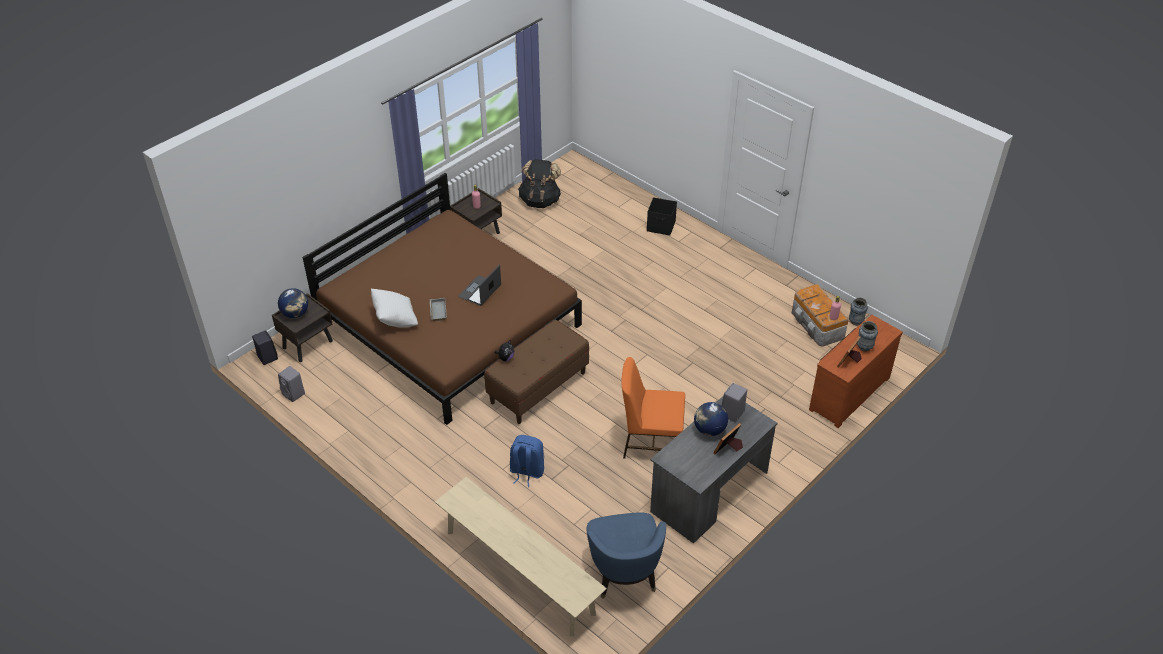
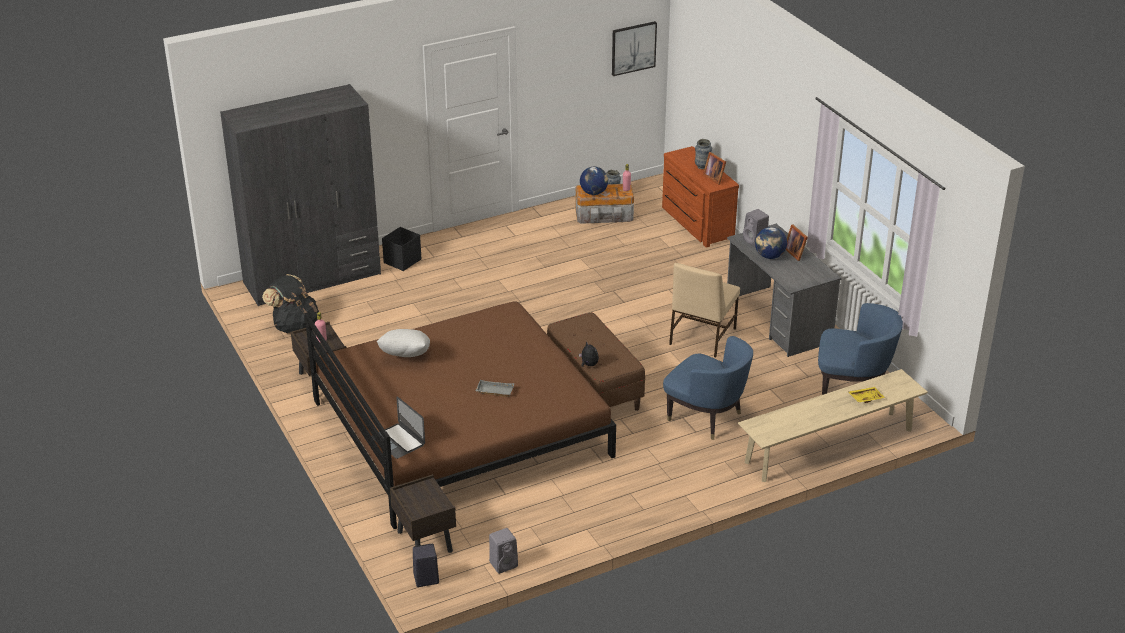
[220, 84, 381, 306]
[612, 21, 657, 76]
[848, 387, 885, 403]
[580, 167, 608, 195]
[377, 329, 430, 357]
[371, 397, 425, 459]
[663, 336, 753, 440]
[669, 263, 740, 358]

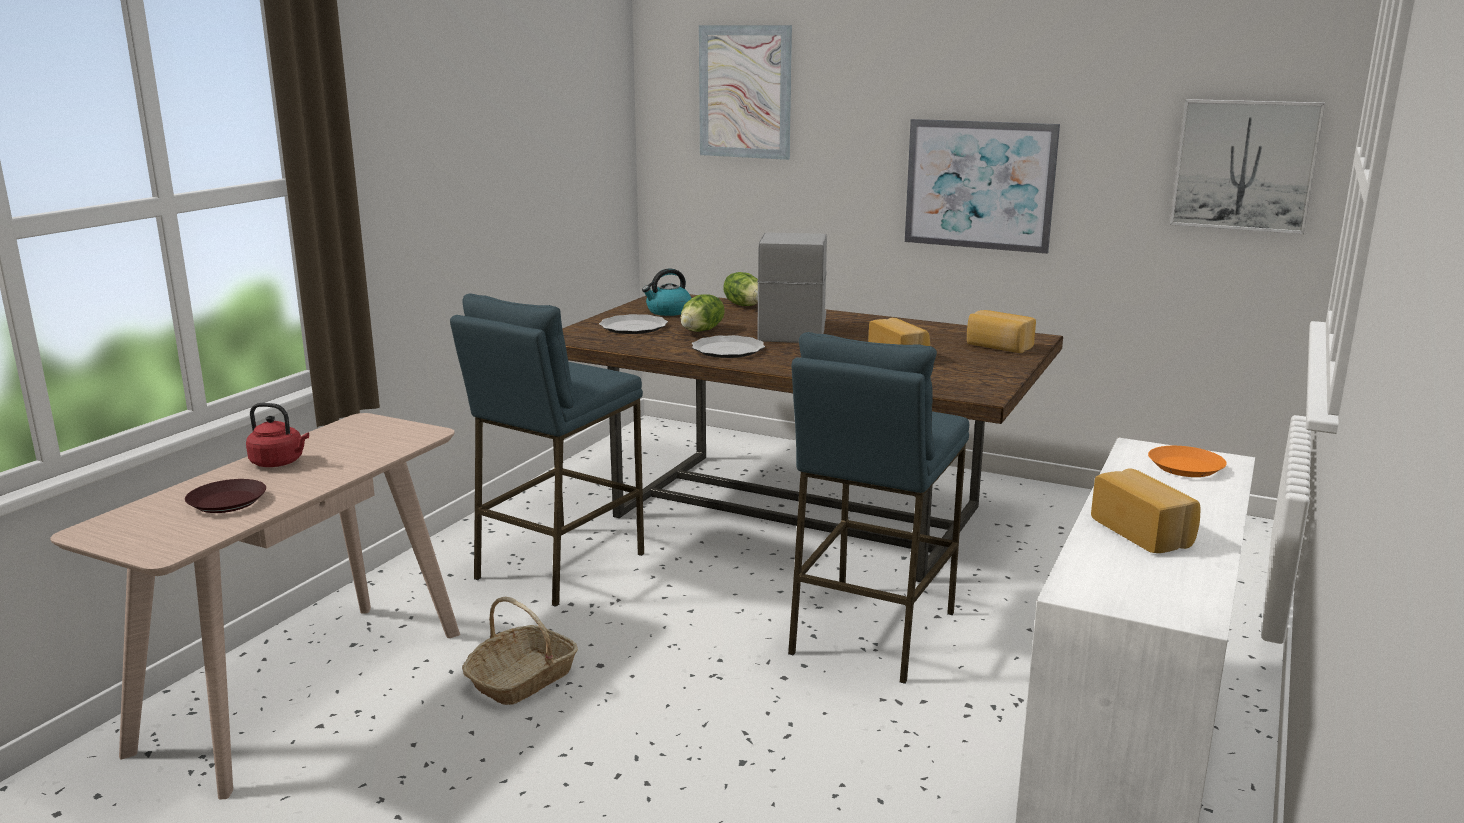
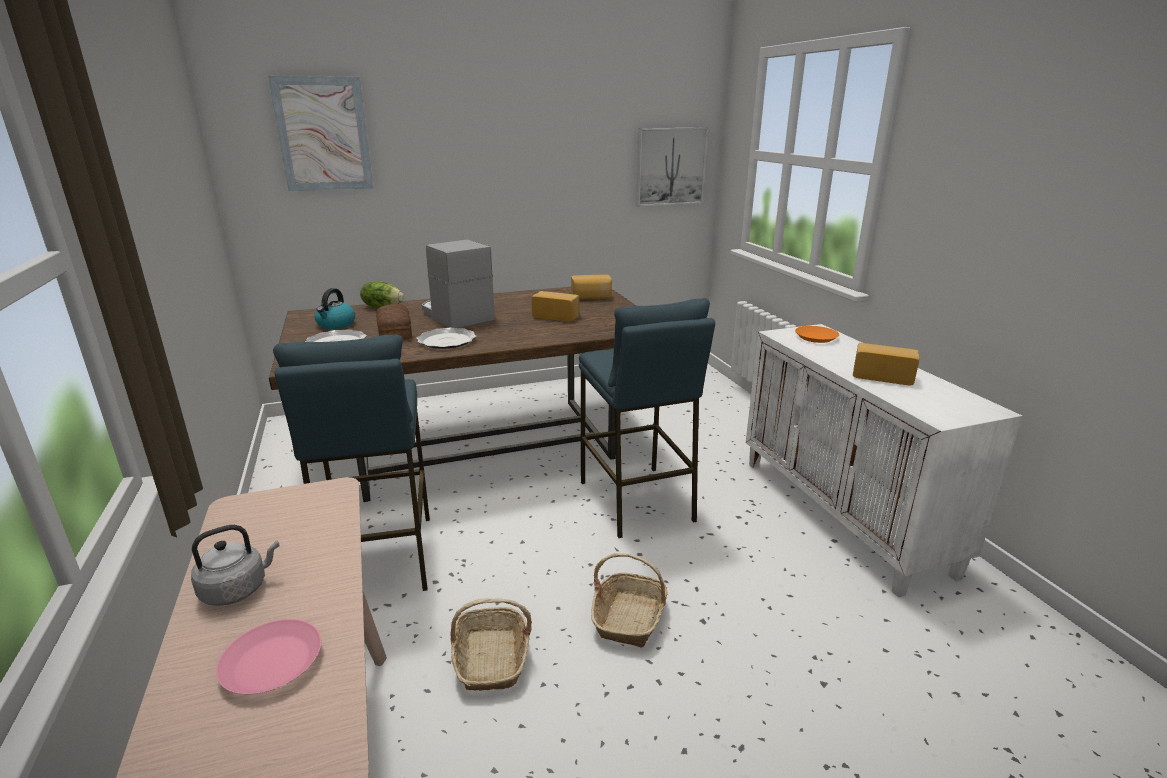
[905, 119, 1060, 254] (first image)
[591, 553, 668, 647]
[376, 304, 412, 340]
[216, 619, 321, 694]
[191, 525, 280, 606]

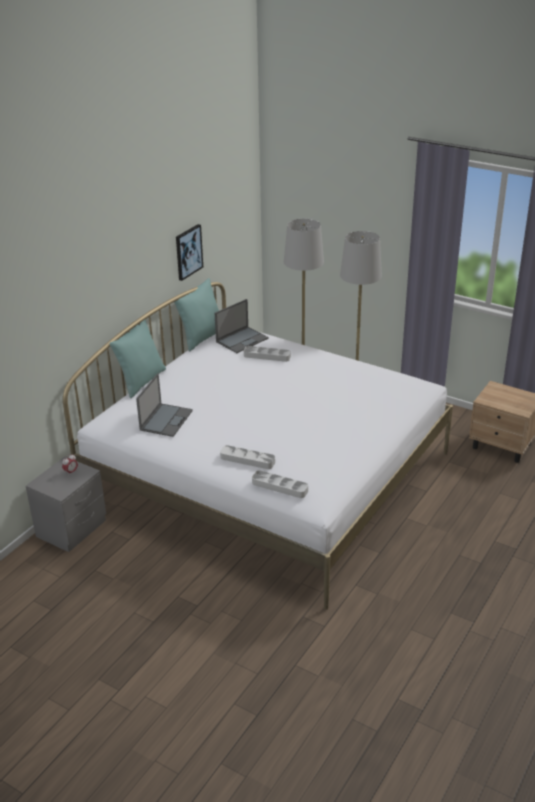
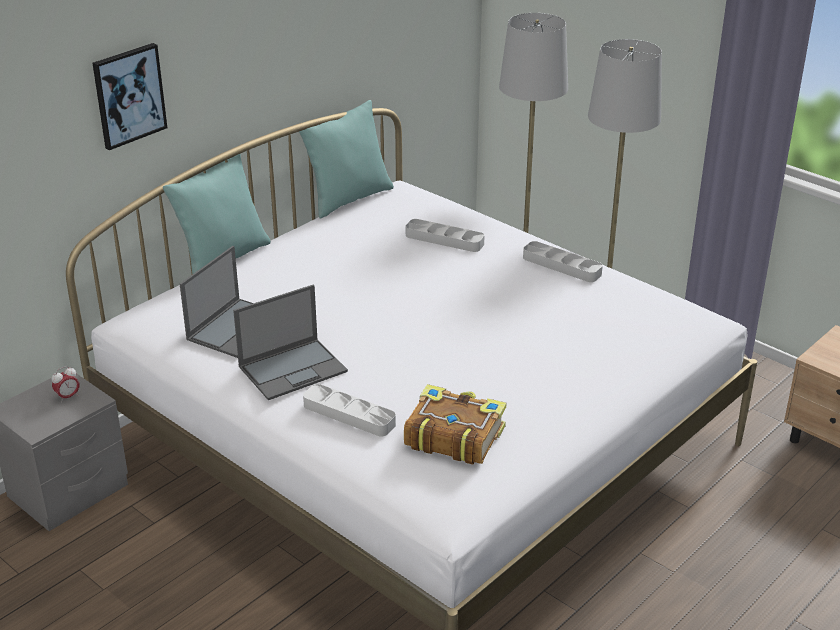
[404, 384, 506, 465]
[92, 43, 167, 150]
[233, 284, 348, 400]
[523, 241, 603, 282]

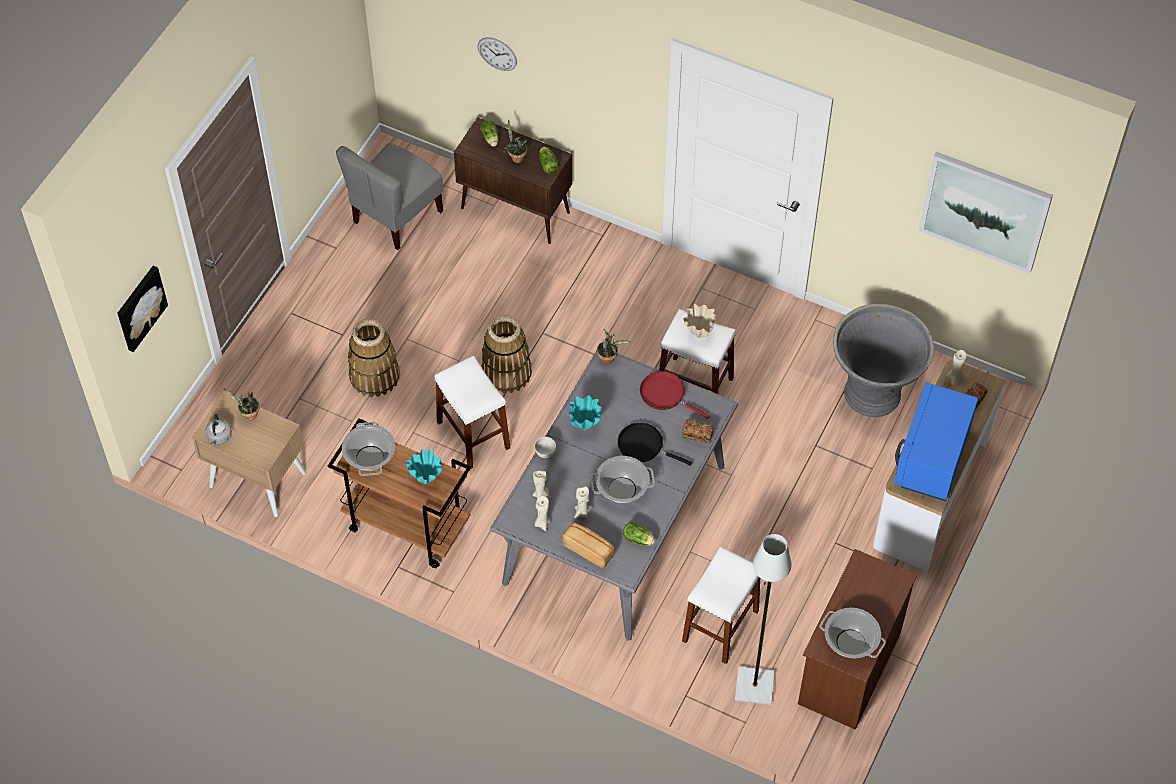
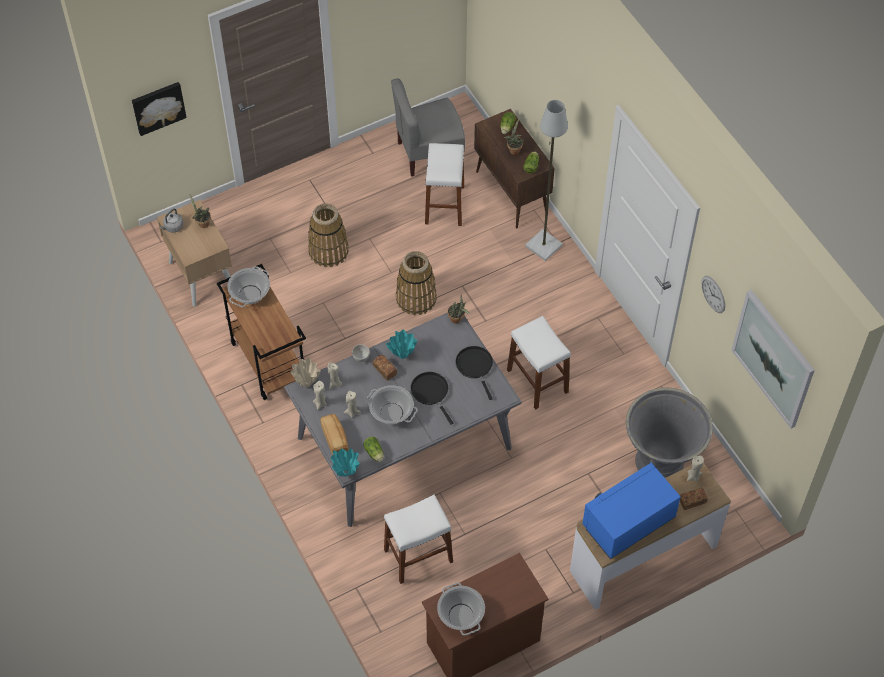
[331, 448, 359, 477]
[425, 143, 464, 226]
[701, 276, 725, 313]
[372, 355, 397, 381]
[290, 358, 321, 388]
[525, 100, 568, 261]
[456, 346, 493, 400]

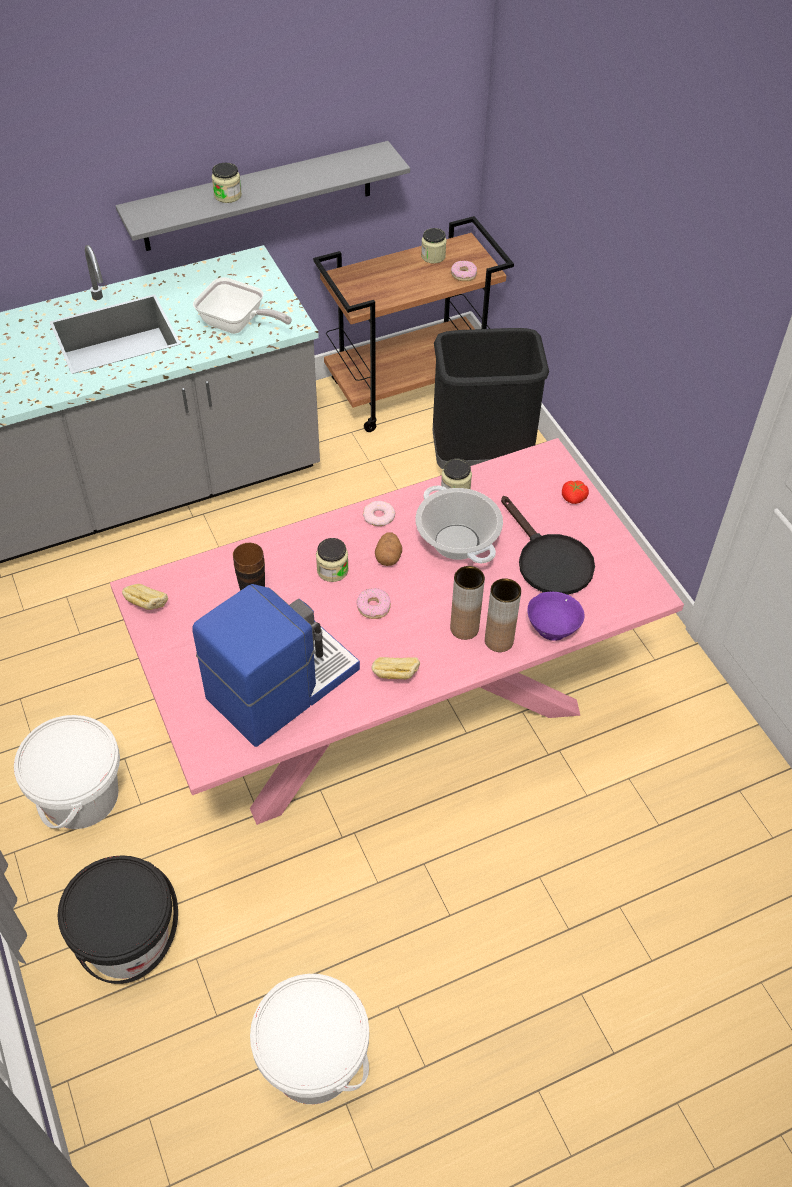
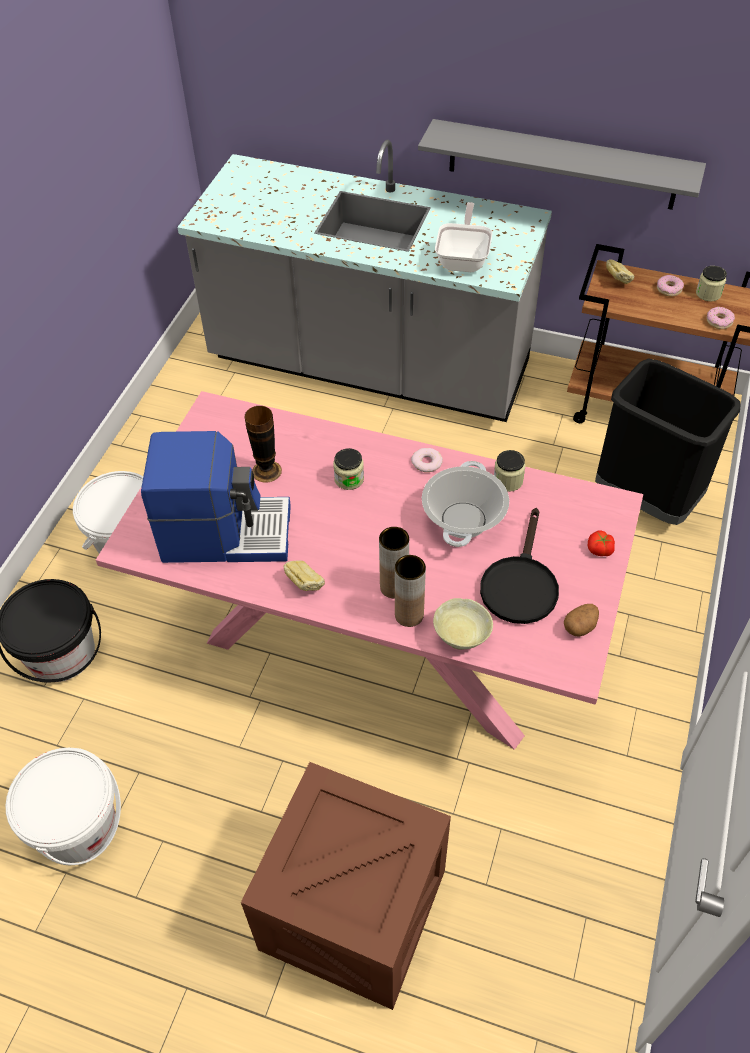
[212, 163, 242, 203] (first image)
[241, 762, 451, 1010]
[606, 259, 634, 284]
[657, 275, 684, 297]
[564, 604, 599, 637]
[433, 598, 493, 650]
[435, 202, 492, 272]

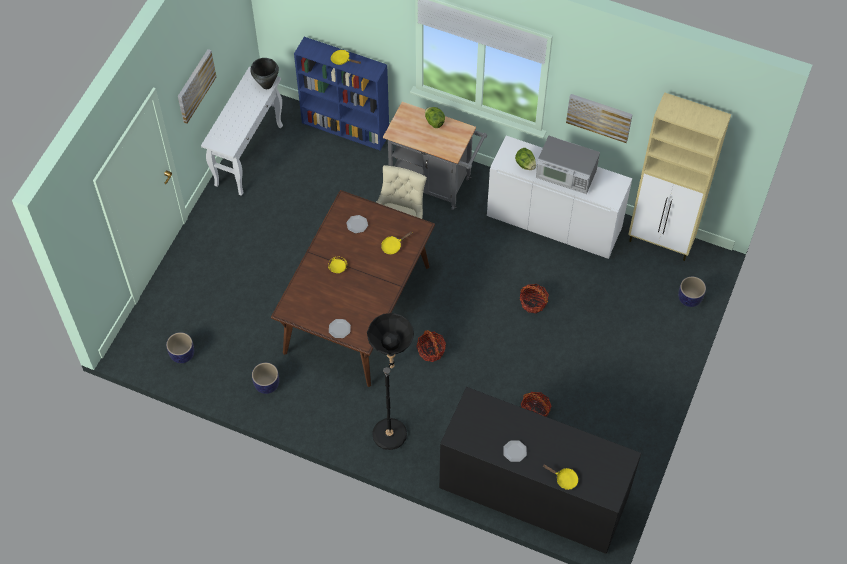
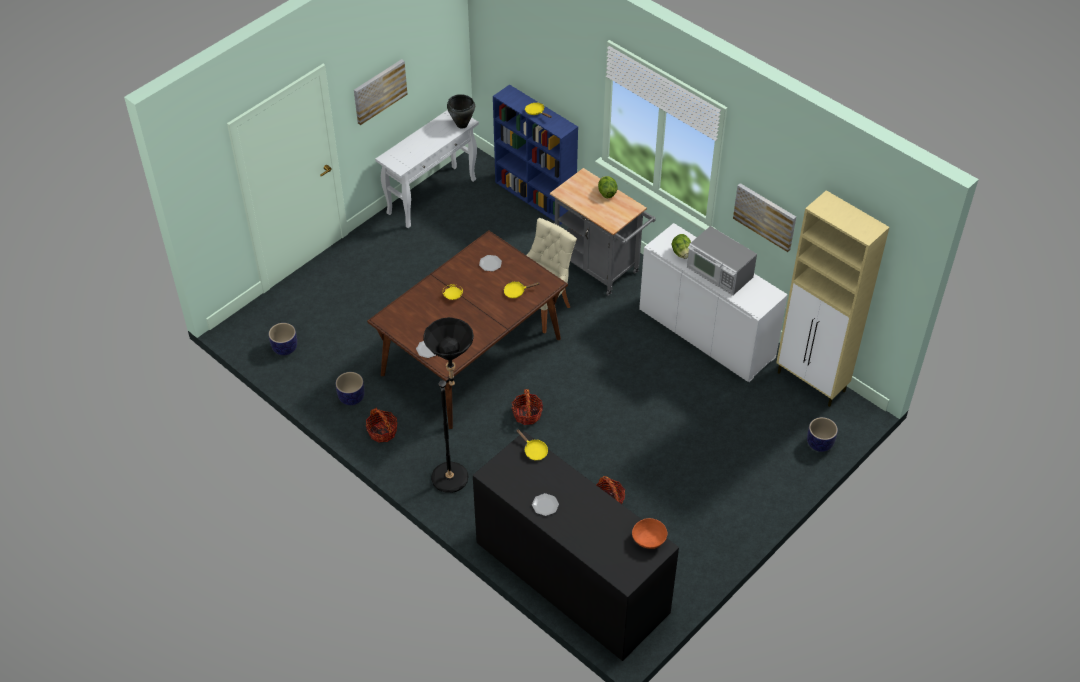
[632, 518, 667, 549]
[366, 408, 397, 443]
[517, 429, 548, 461]

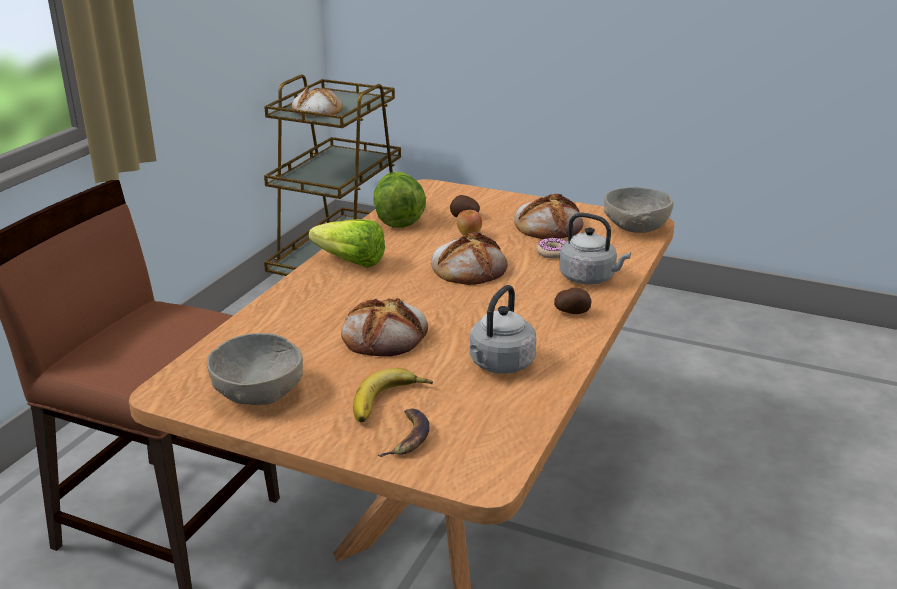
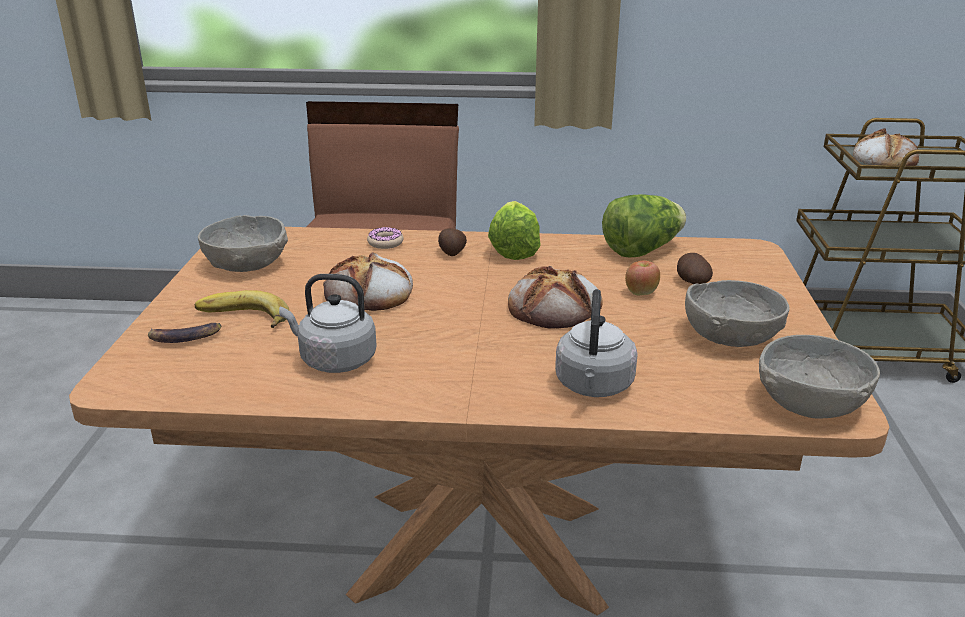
[367, 227, 404, 249]
[438, 228, 467, 256]
[685, 280, 790, 347]

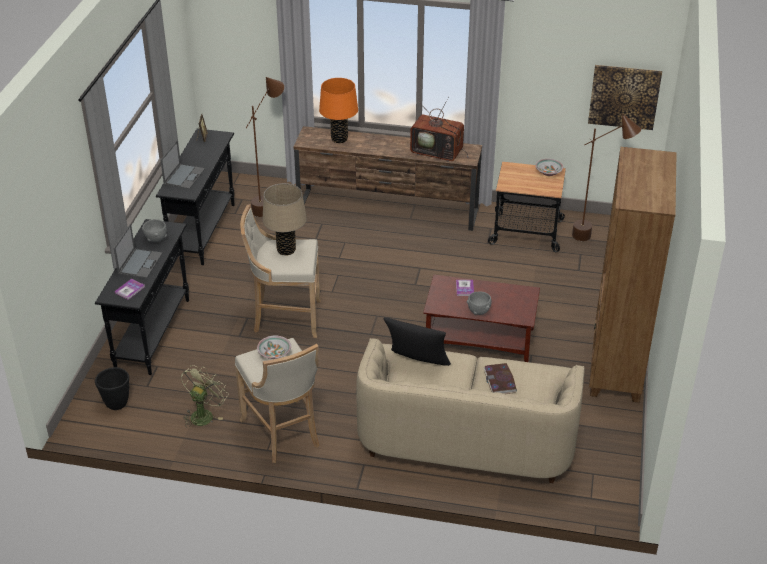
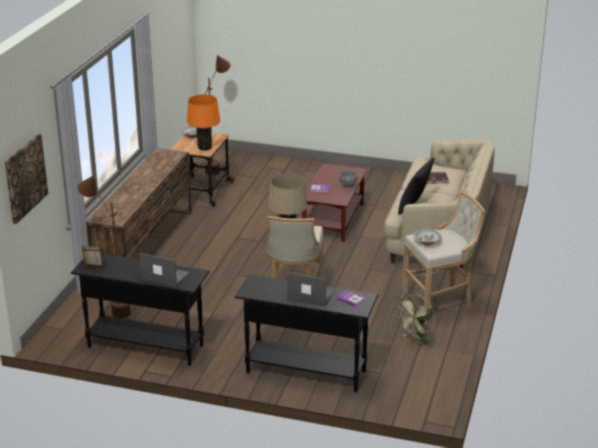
[95, 367, 129, 410] (first image)
[142, 219, 167, 242] (first image)
[410, 98, 469, 162] (first image)
[589, 147, 677, 403] (first image)
[187, 94, 220, 151]
[4, 134, 48, 224]
[396, 294, 436, 347]

